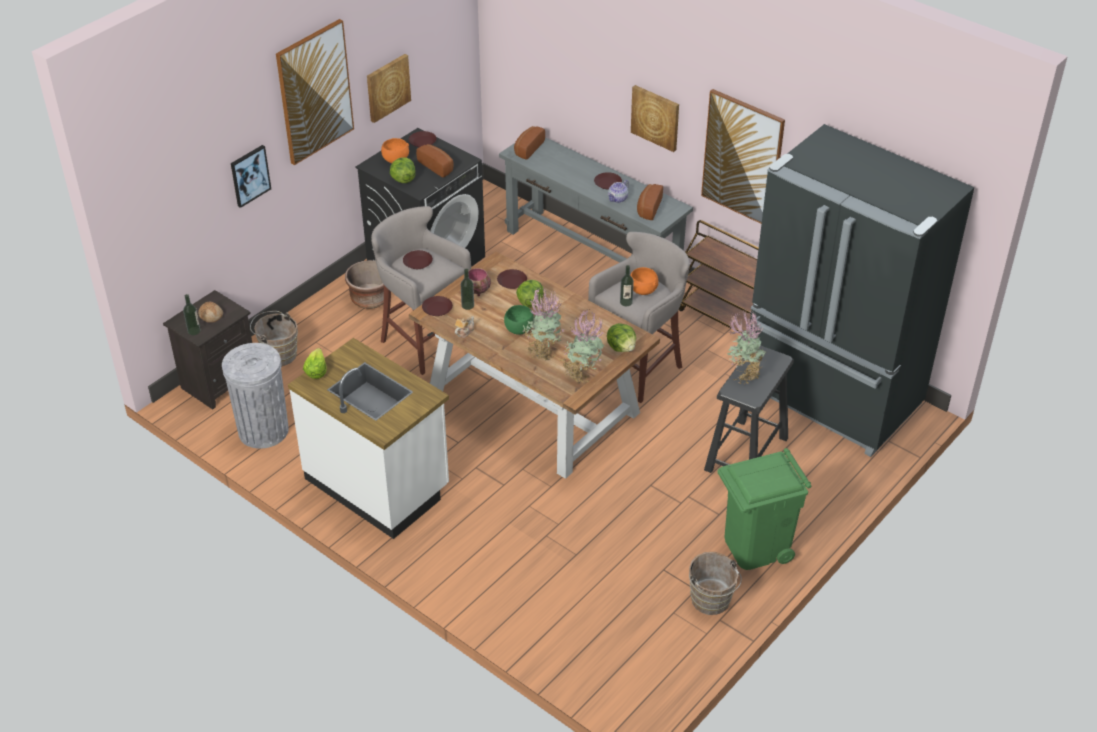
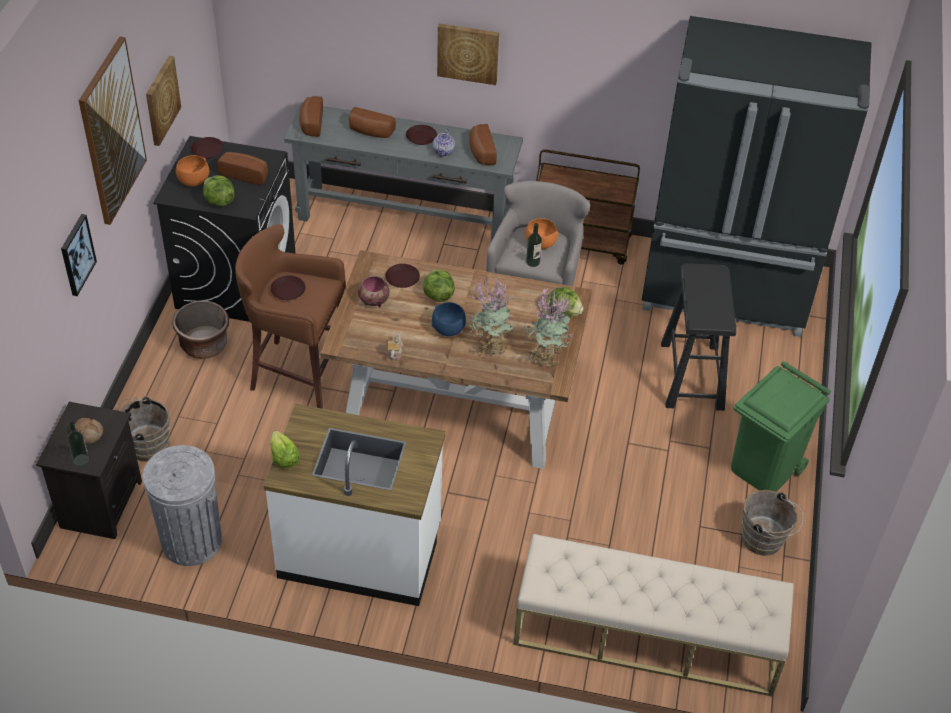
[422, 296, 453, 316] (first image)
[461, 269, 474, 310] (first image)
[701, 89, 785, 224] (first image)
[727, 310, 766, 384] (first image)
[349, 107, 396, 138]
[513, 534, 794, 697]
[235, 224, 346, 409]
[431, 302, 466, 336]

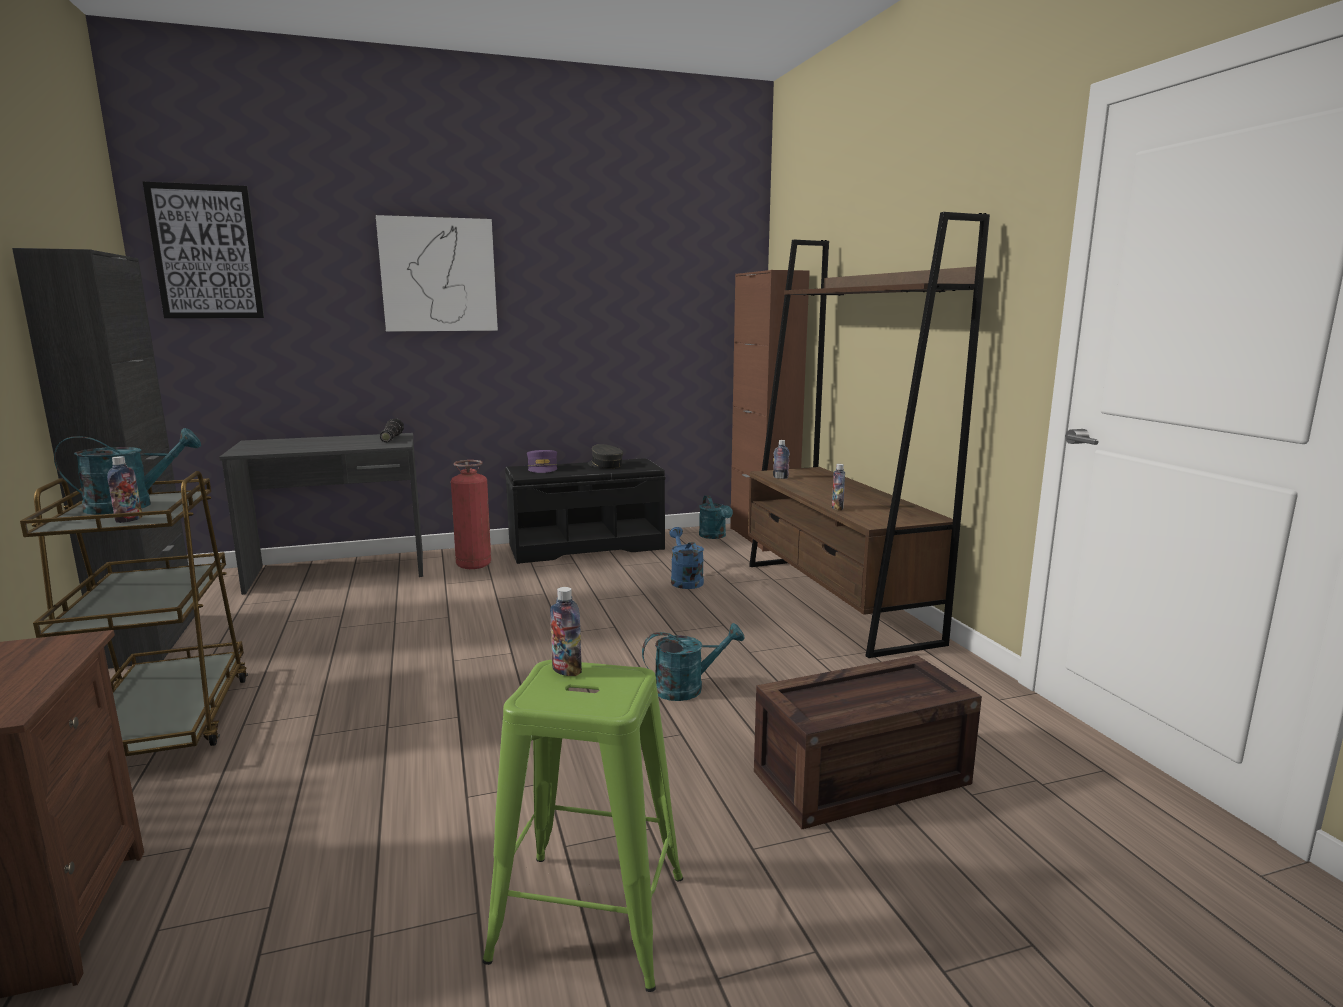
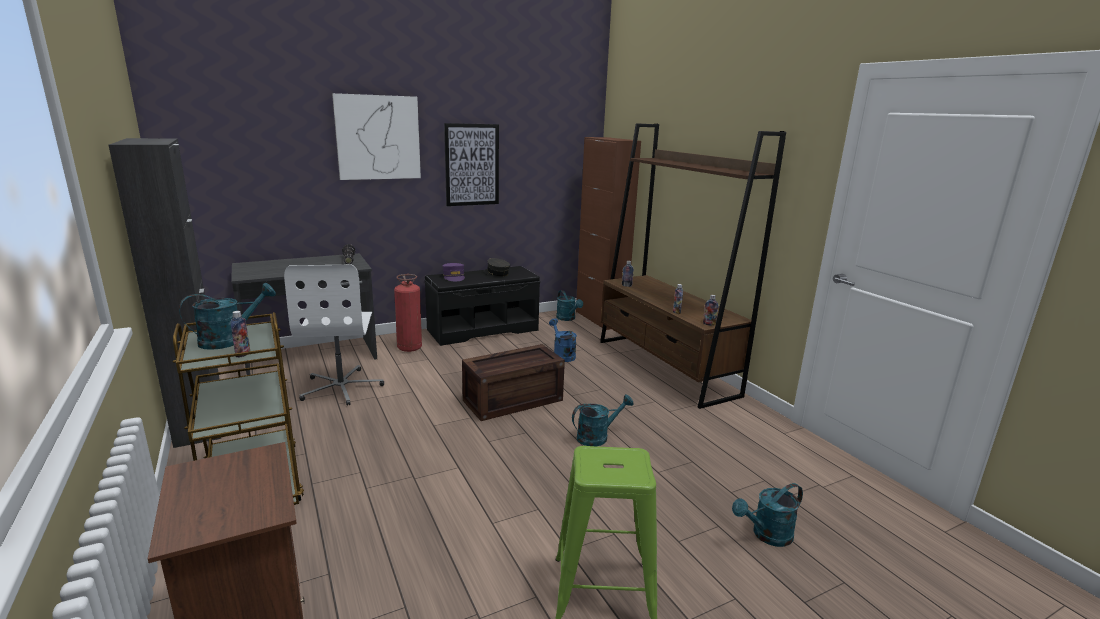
[284, 265, 384, 406]
[732, 483, 803, 547]
[444, 123, 499, 206]
[703, 295, 718, 326]
[462, 344, 565, 421]

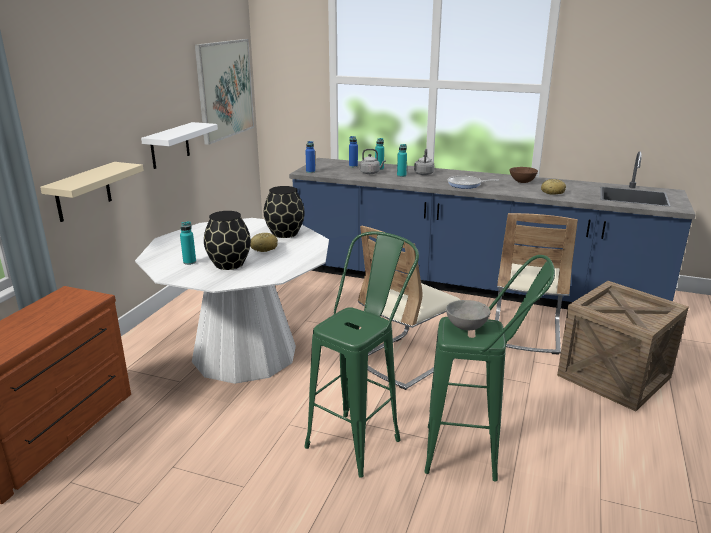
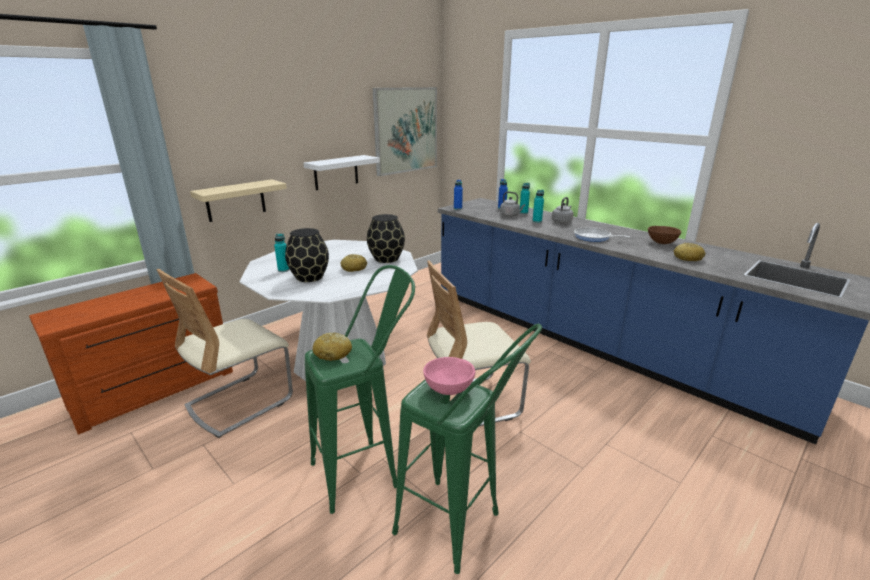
[557, 281, 689, 411] (first image)
[313, 332, 352, 361]
[156, 269, 293, 438]
[423, 357, 475, 395]

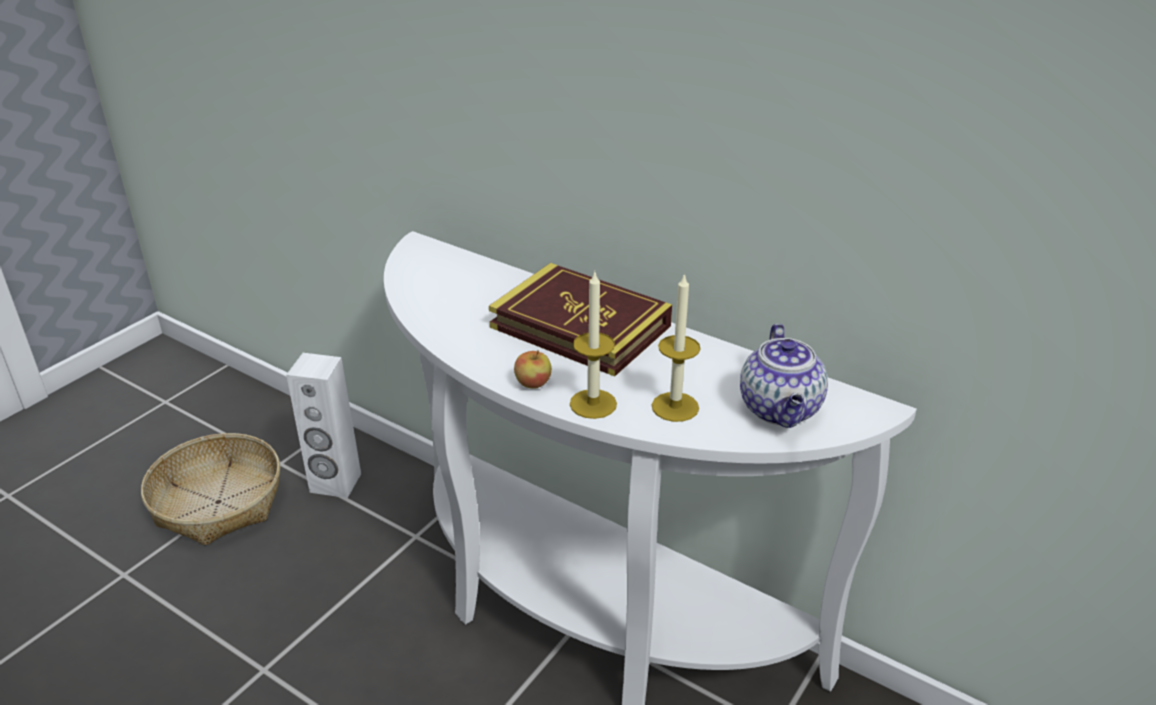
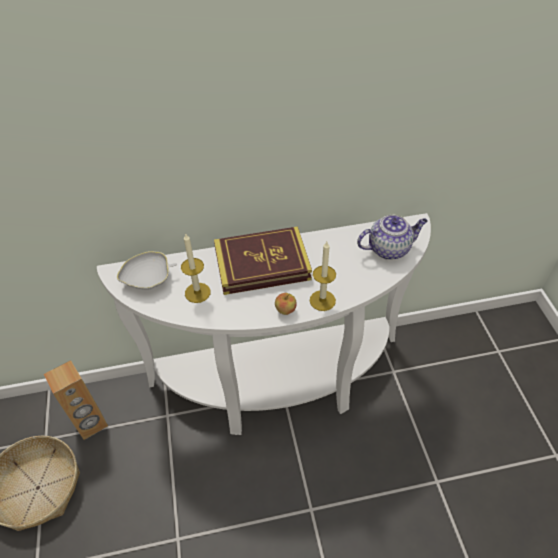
[117, 251, 177, 290]
[181, 234, 211, 303]
[44, 360, 108, 440]
[357, 215, 428, 260]

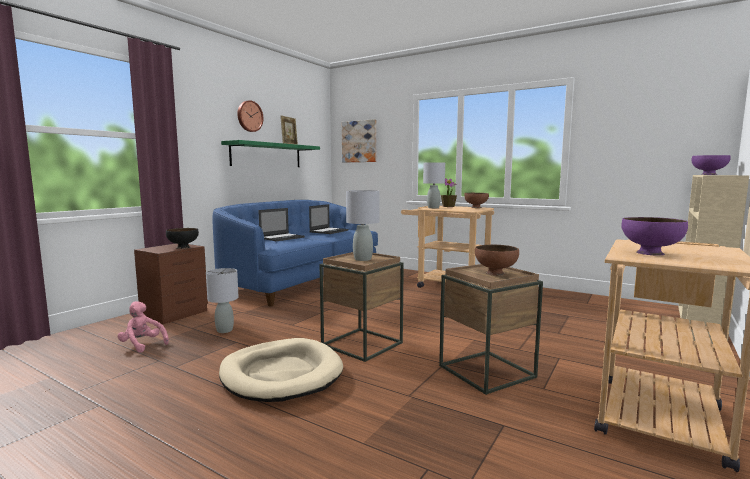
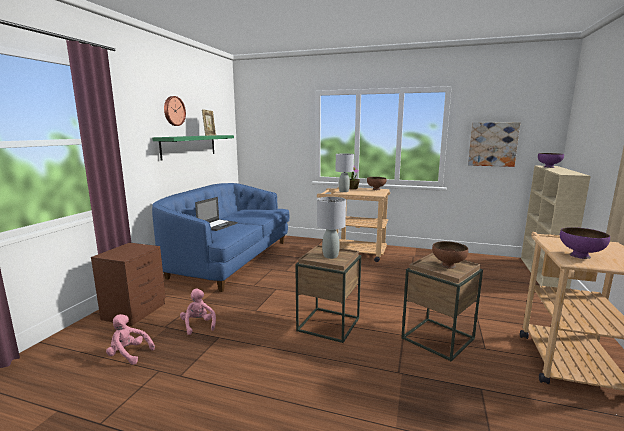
[166, 228, 199, 249] (first image)
[219, 338, 343, 402] (first image)
[309, 204, 349, 234] (first image)
[468, 122, 520, 167]
[180, 289, 216, 335]

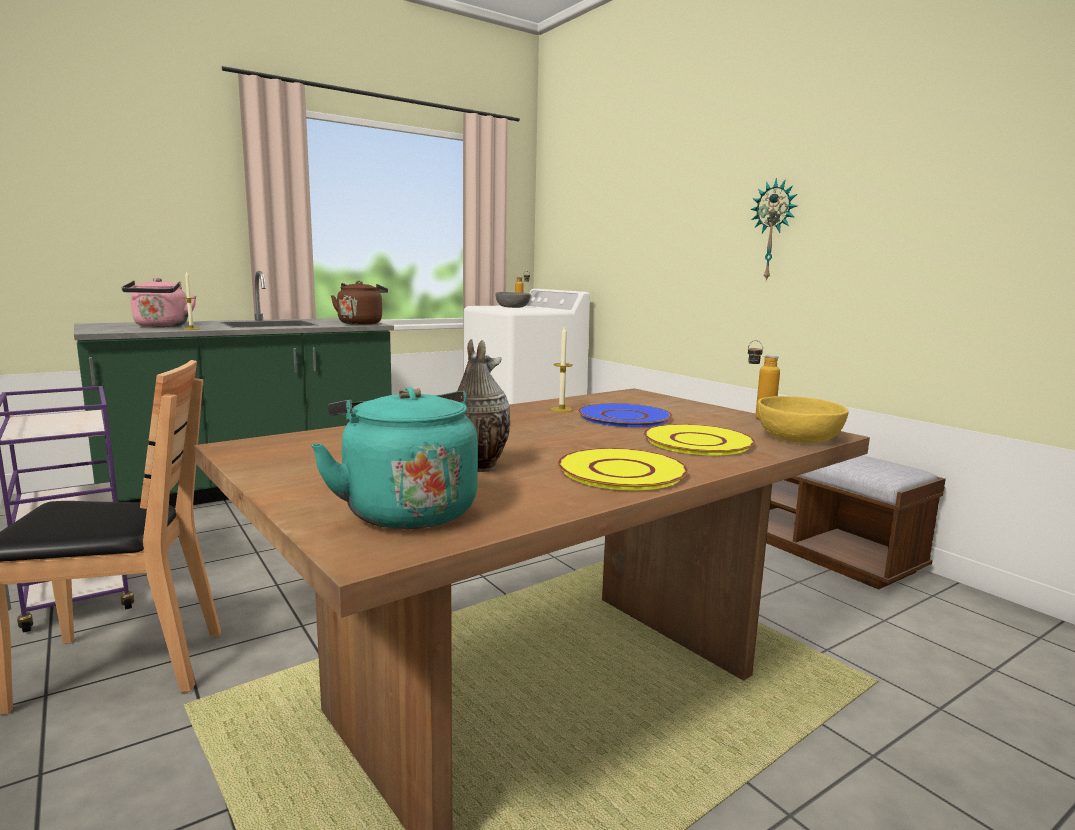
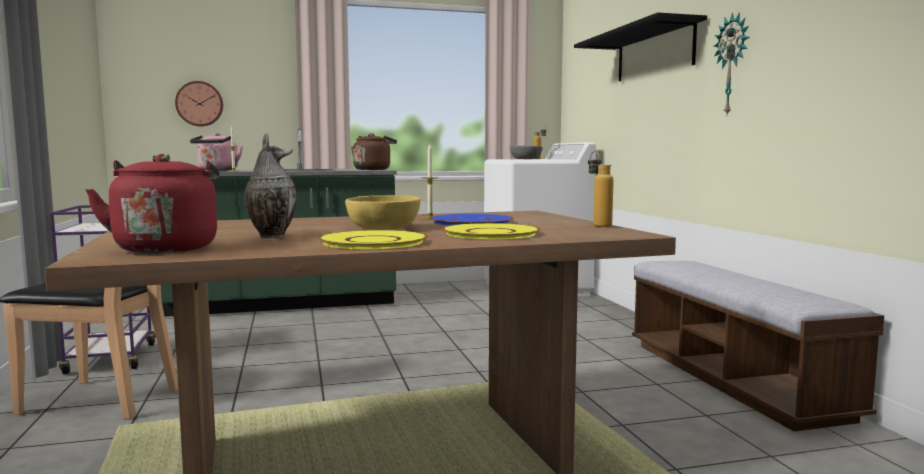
[175, 81, 223, 126]
[574, 12, 707, 81]
[345, 195, 421, 230]
[85, 154, 219, 253]

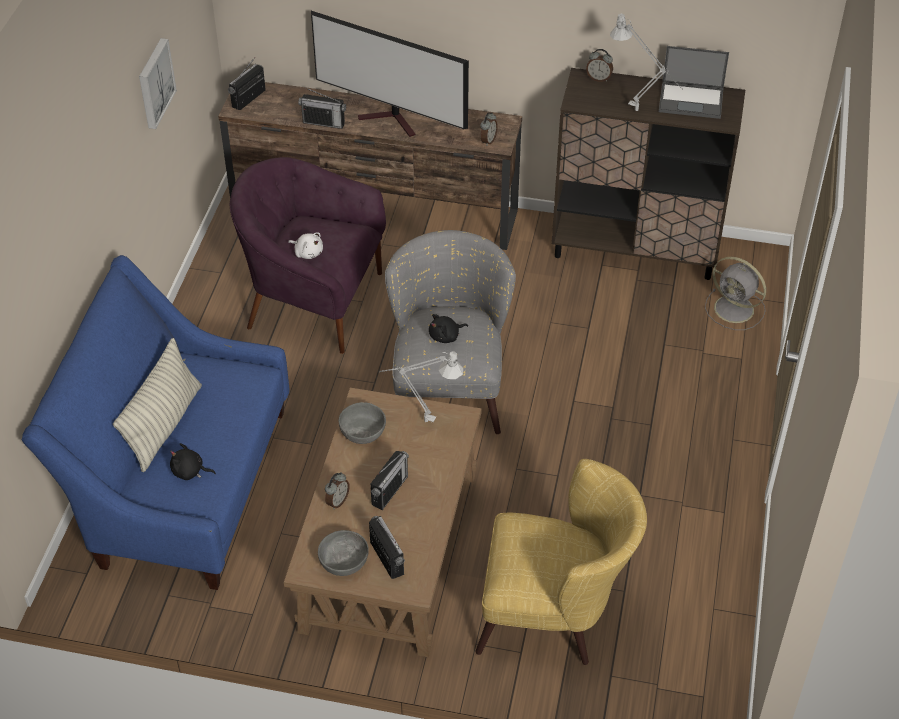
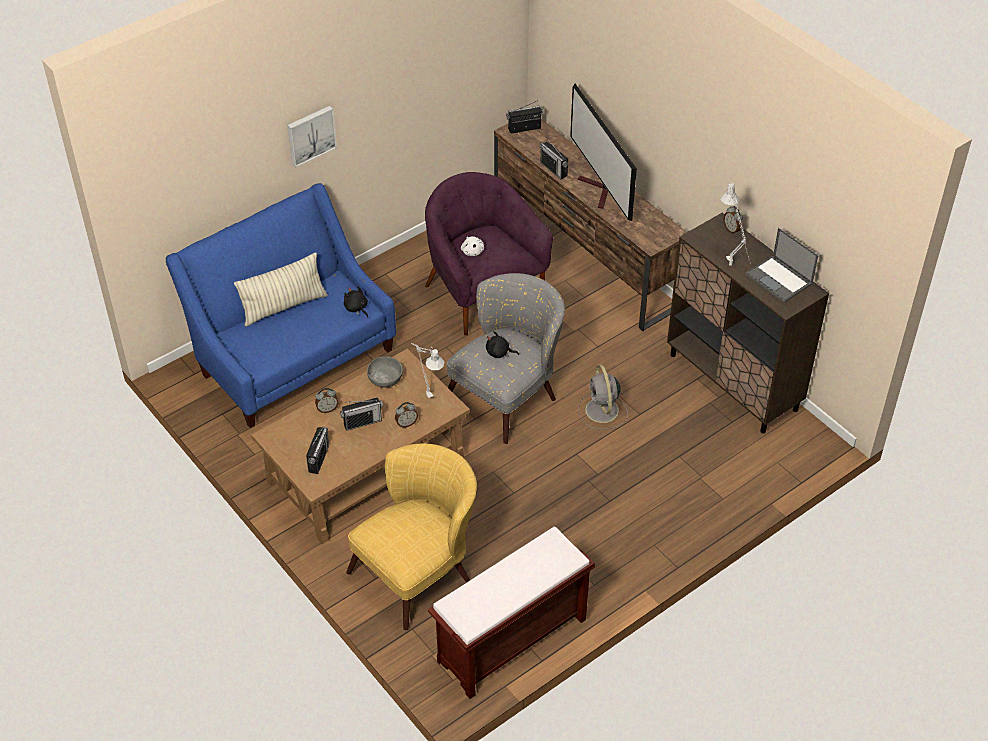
[318, 530, 369, 576] (first image)
[428, 527, 595, 699]
[287, 106, 337, 168]
[344, 286, 368, 318]
[395, 402, 418, 427]
[578, 364, 628, 430]
[346, 443, 477, 630]

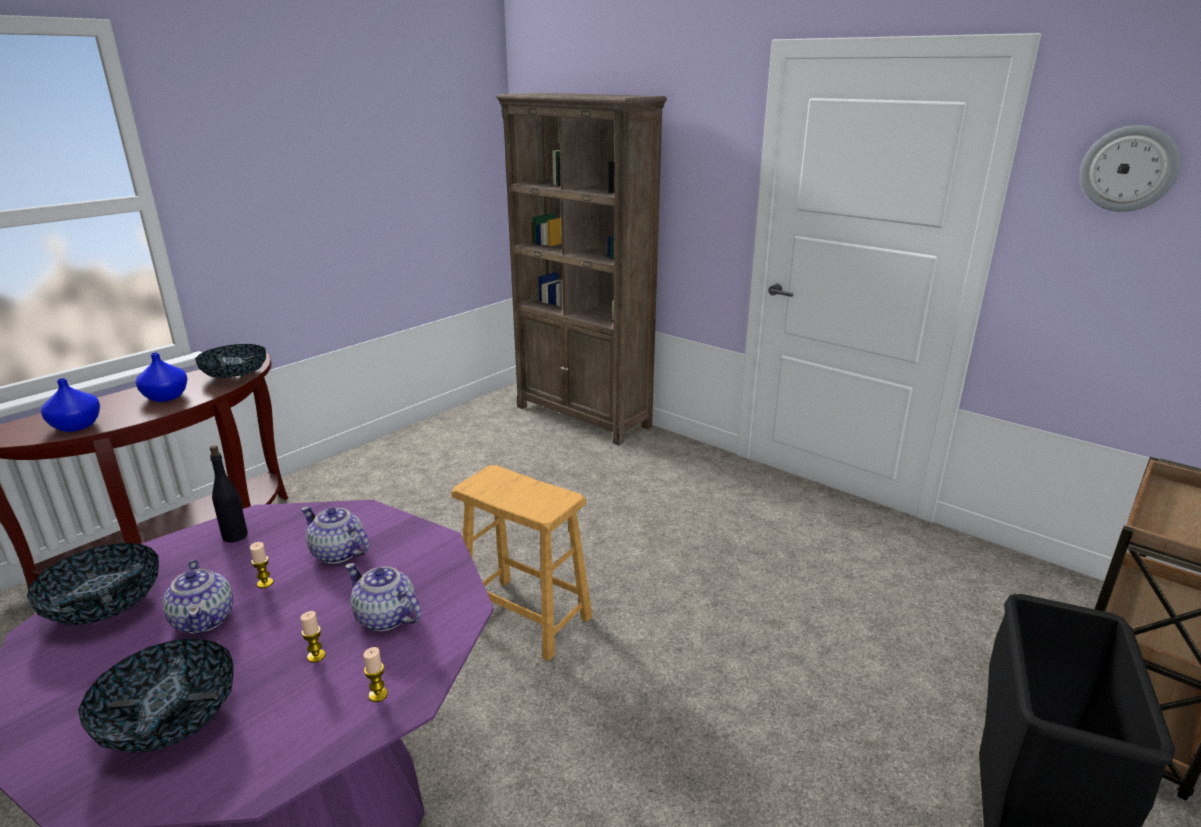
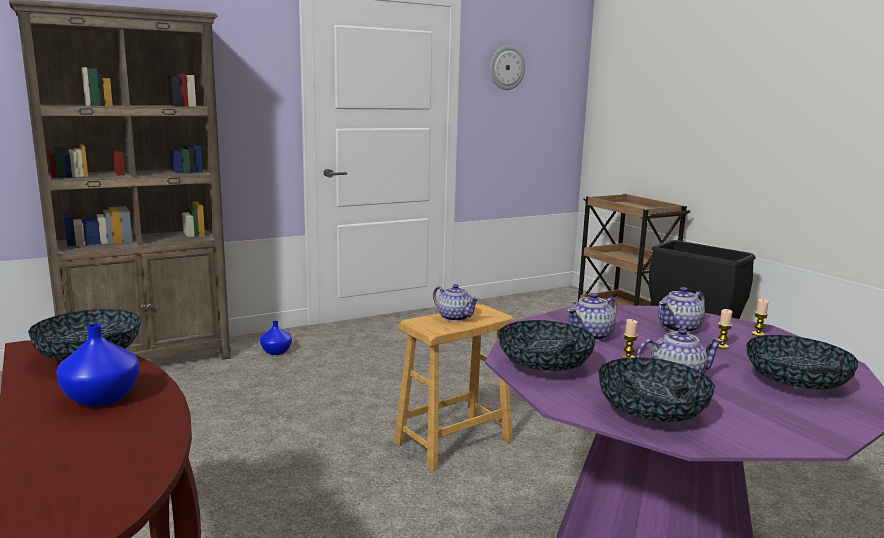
[433, 284, 479, 322]
[260, 321, 292, 355]
[499, 320, 595, 371]

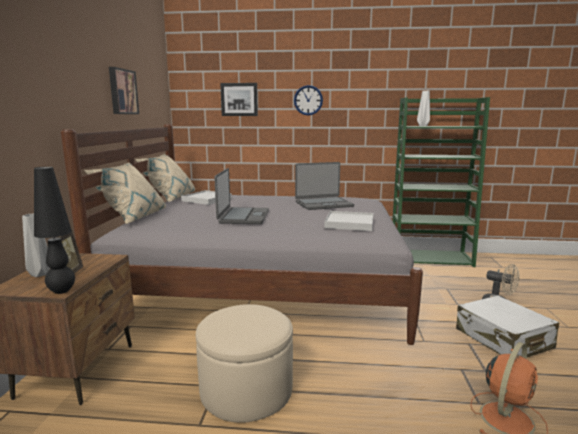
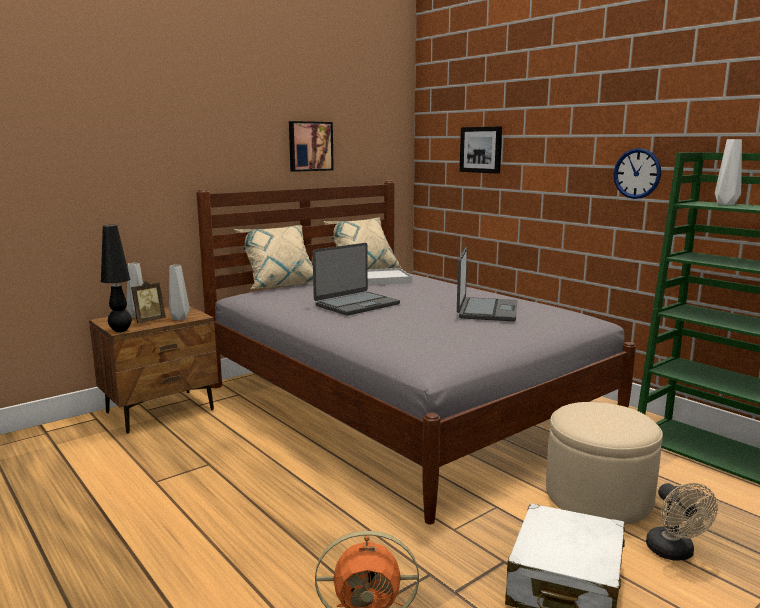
[324, 211, 373, 231] (first image)
[169, 265, 190, 321]
[546, 402, 663, 524]
[614, 148, 661, 199]
[457, 247, 517, 321]

